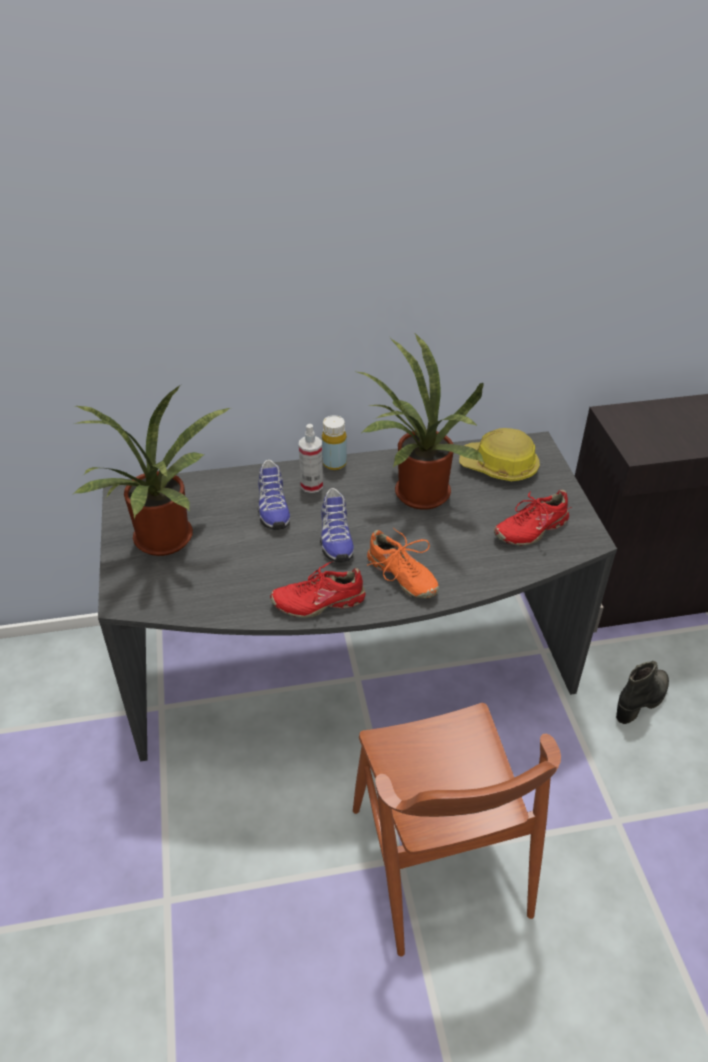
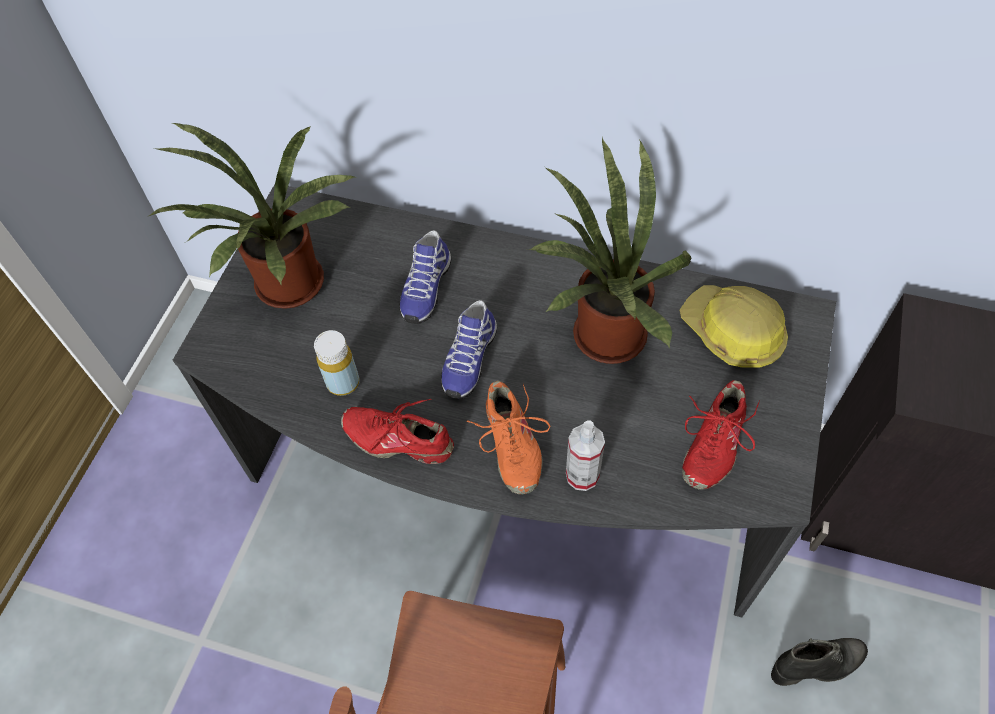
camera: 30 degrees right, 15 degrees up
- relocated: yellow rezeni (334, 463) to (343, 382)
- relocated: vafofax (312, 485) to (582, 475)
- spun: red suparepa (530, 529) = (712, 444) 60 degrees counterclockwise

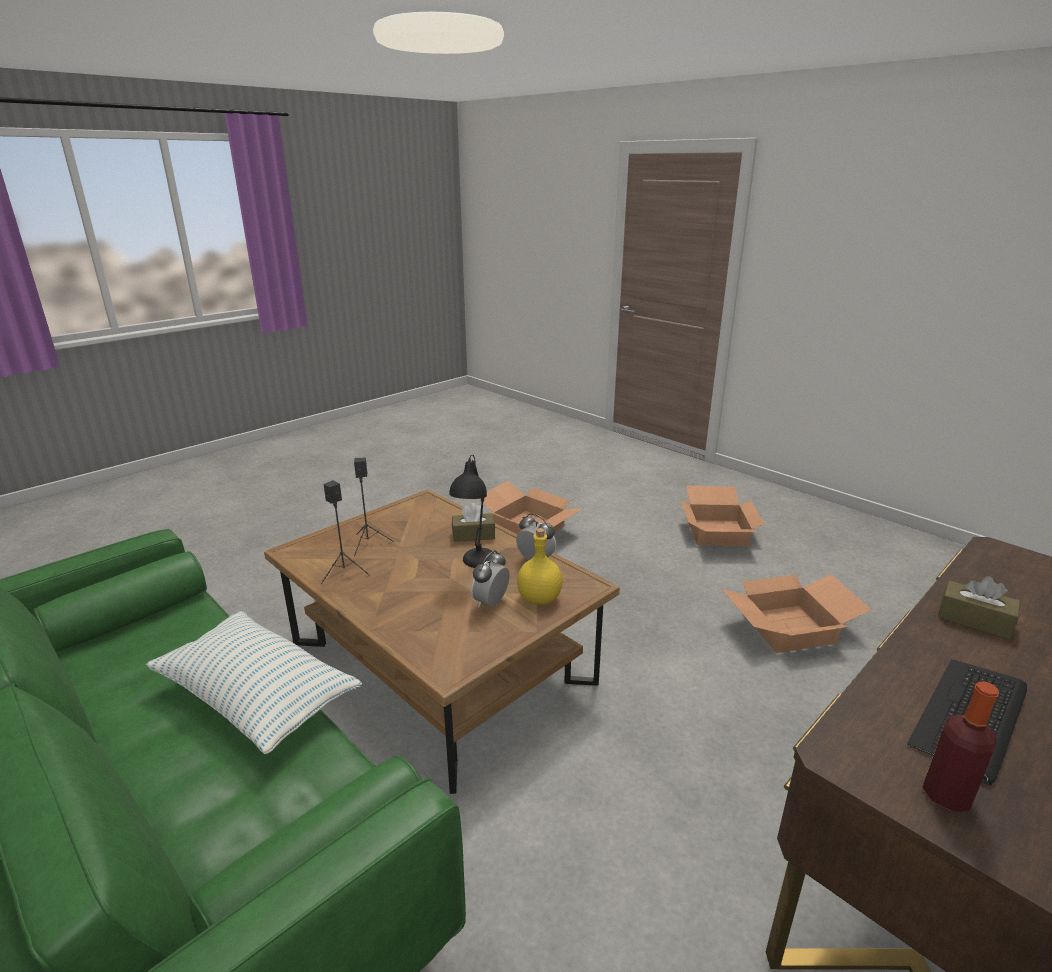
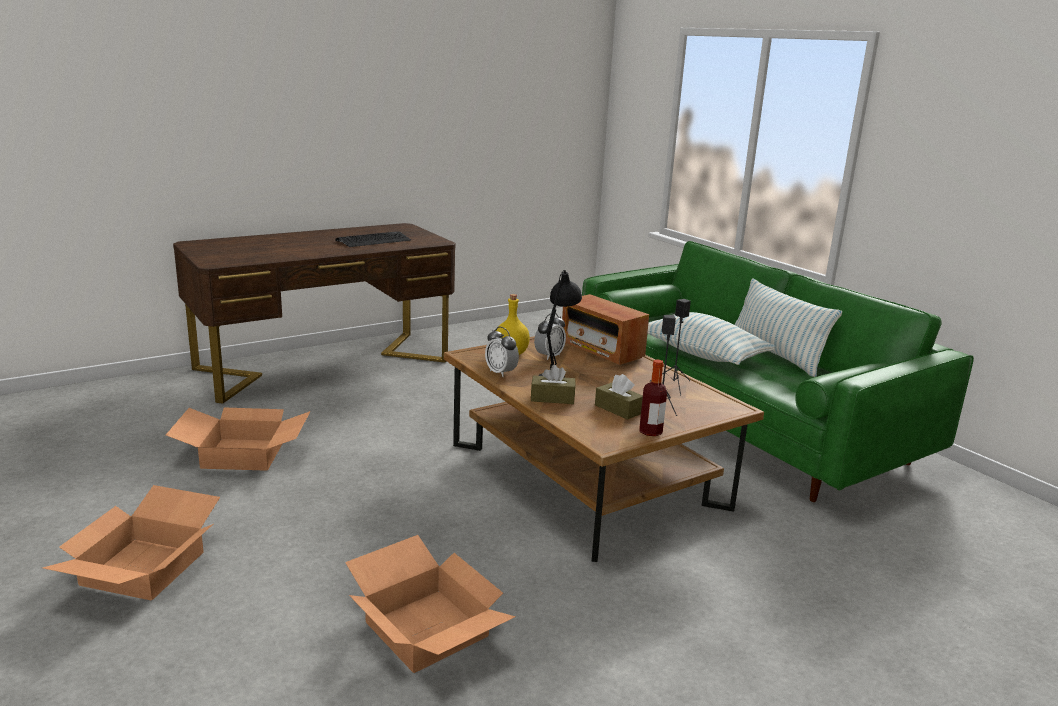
camera: 170 degrees left, 5 degrees down
- relocated: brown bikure (974, 620) to (618, 409)
- relocated: rezeni (946, 796) to (650, 432)
- appeared: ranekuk (775, 355)
- appeared: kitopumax (601, 350)

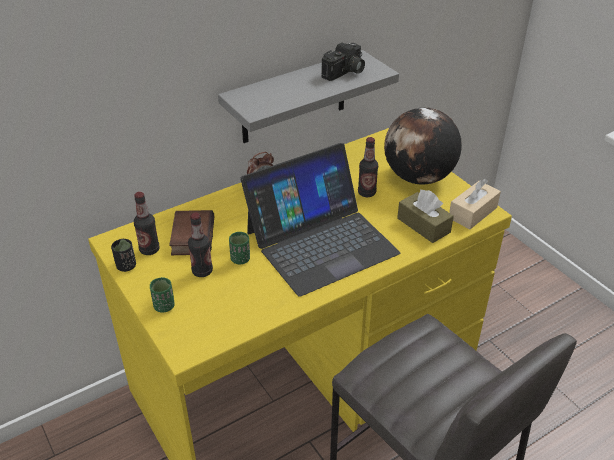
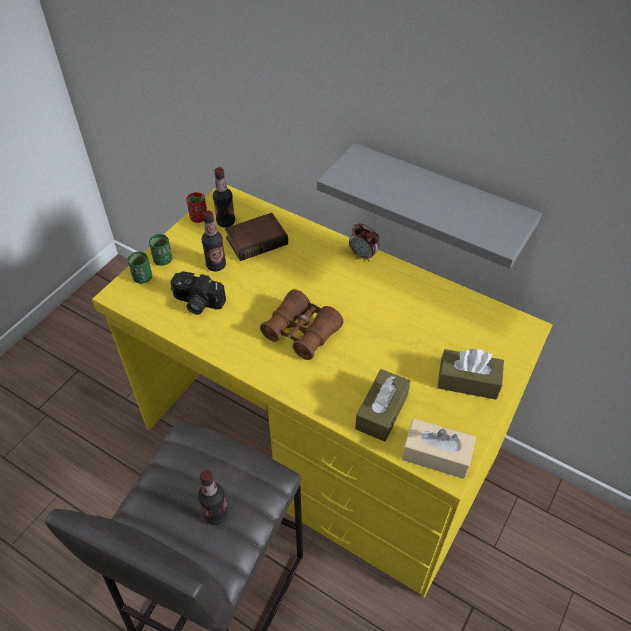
camera: 65 degrees right, 10 degrees up
- relocated: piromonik (345, 72) to (197, 303)
- exchanged: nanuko (418, 178) to brown bikure (468, 381)
- relocated: rezeni (366, 193) to (216, 514)
- exchanged: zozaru (321, 242) to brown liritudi (301, 332)
- relocated: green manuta (240, 259) to (143, 278)
- colour: black manuta (126, 266) to red manuta (199, 218)

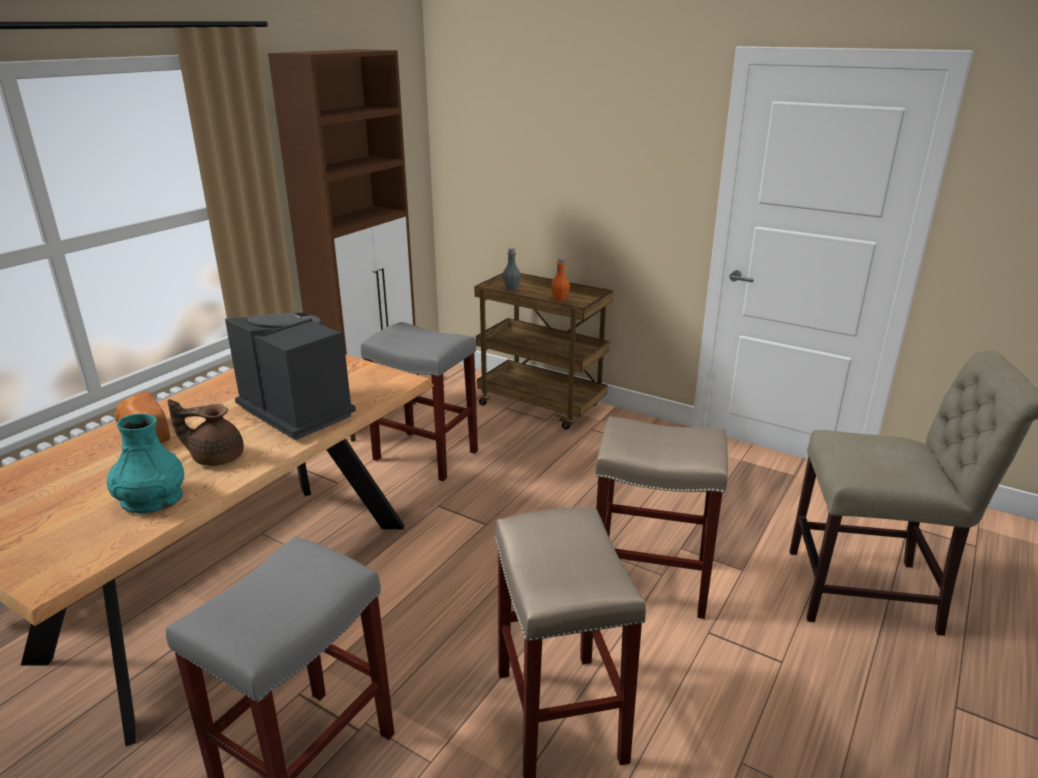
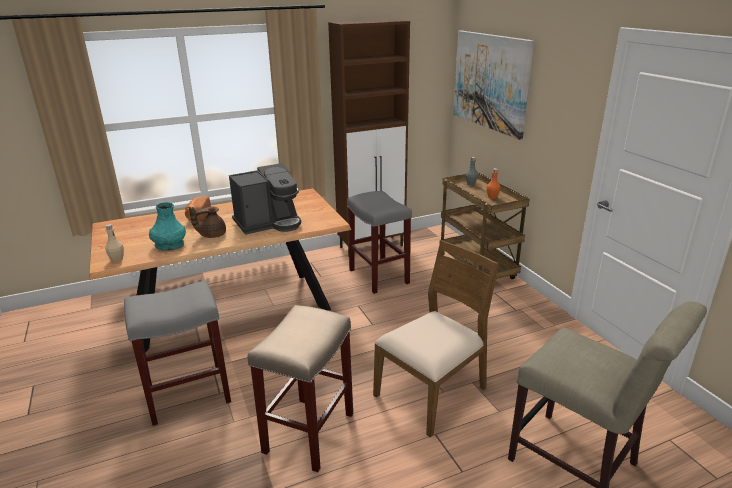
camera: 35 degrees right, 0 degrees up
- spun: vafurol (298, 410) = (269, 223) 75 degrees clockwise
- spun: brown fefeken (216, 457) = (211, 235) 60 degrees counterclockwise
- exchanged: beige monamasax (651, 581) to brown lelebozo (432, 392)
- appeared: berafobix (490, 81)
- appeared: beige rezeni (117, 259)

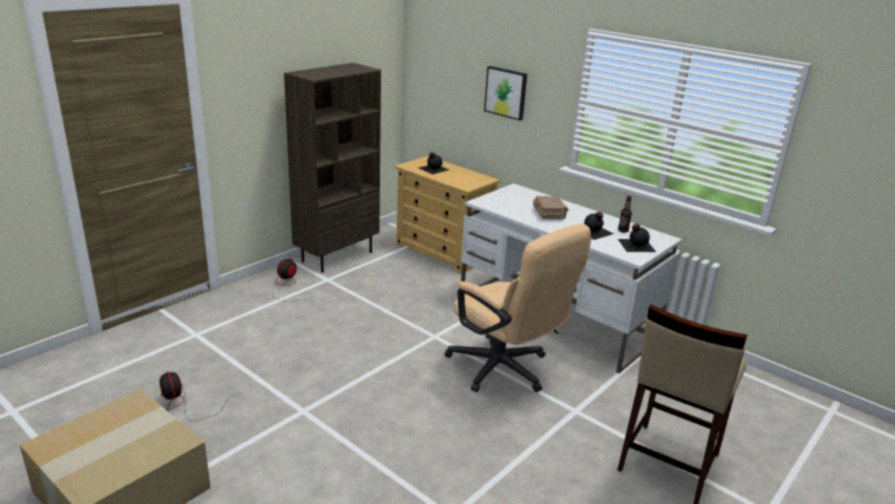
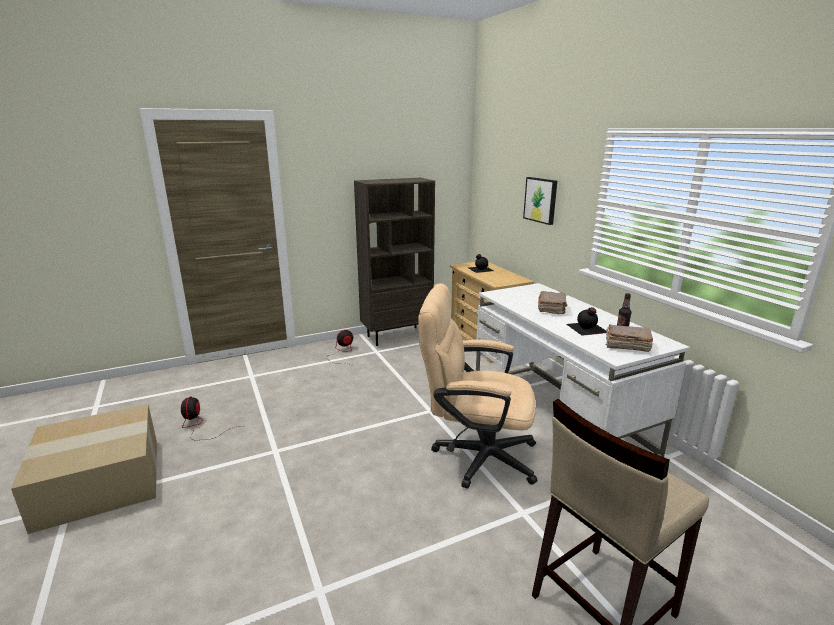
camera: 25 degrees right, 5 degrees down
- spun: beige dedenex (506, 371) = (475, 455) 120 degrees clockwise
- exchanged: black rezeni (635, 245) to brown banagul (626, 345)

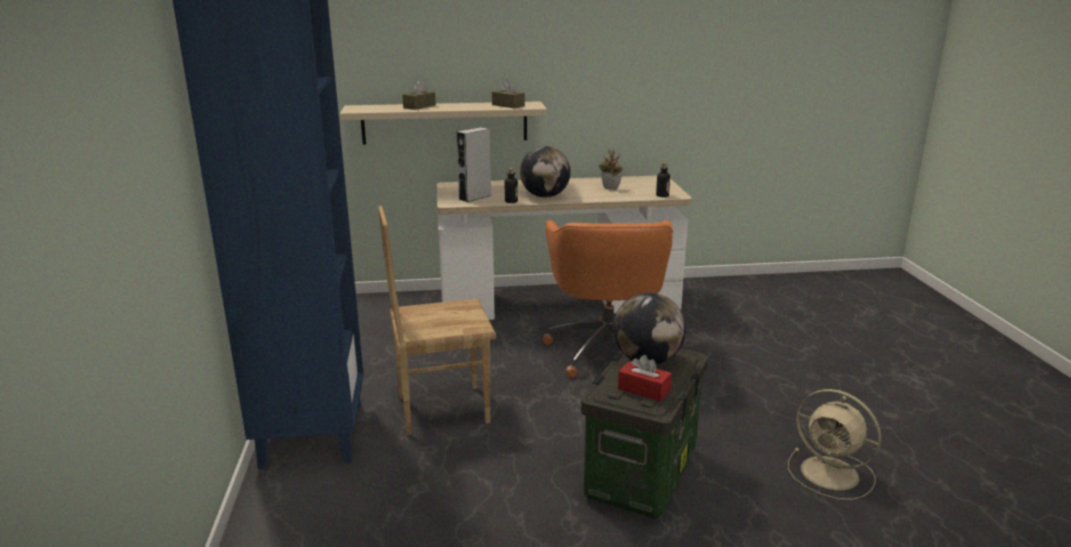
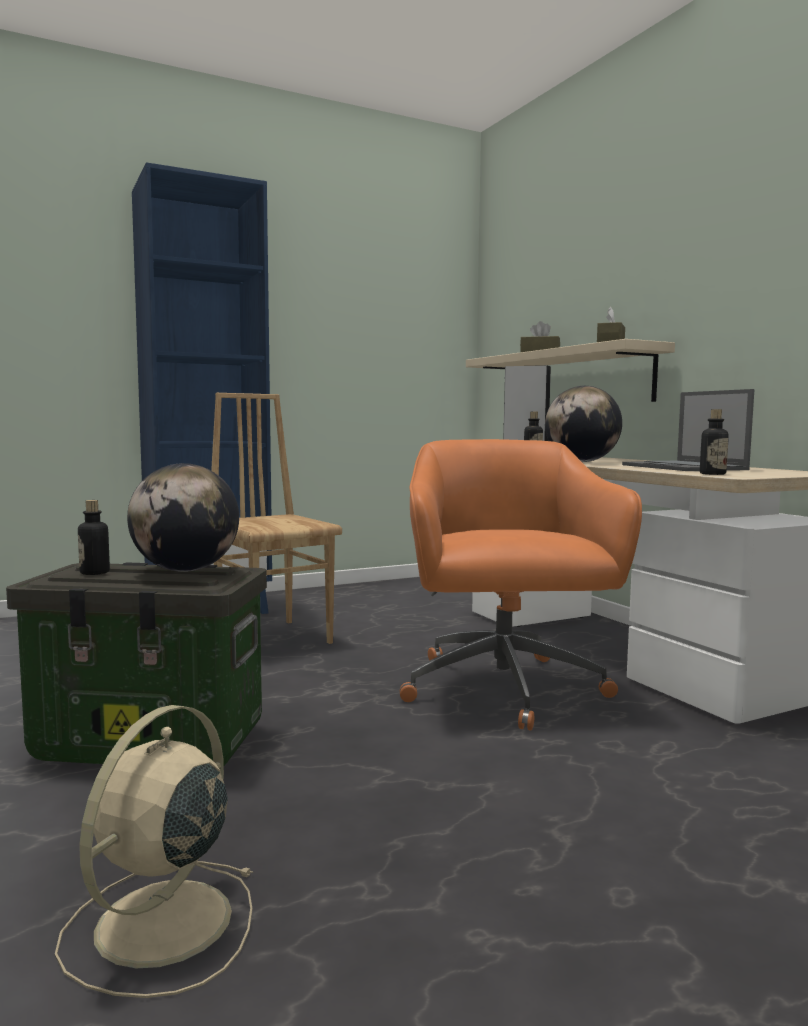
camera: 70 degrees right, 15 degrees down
- exchanged: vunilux (609, 189) to zozaru (684, 467)
- spun: orange dedenex (607, 349) = (504, 690) 105 degrees clockwise
- exchanged: red bikure (644, 389) to rezeni (94, 572)

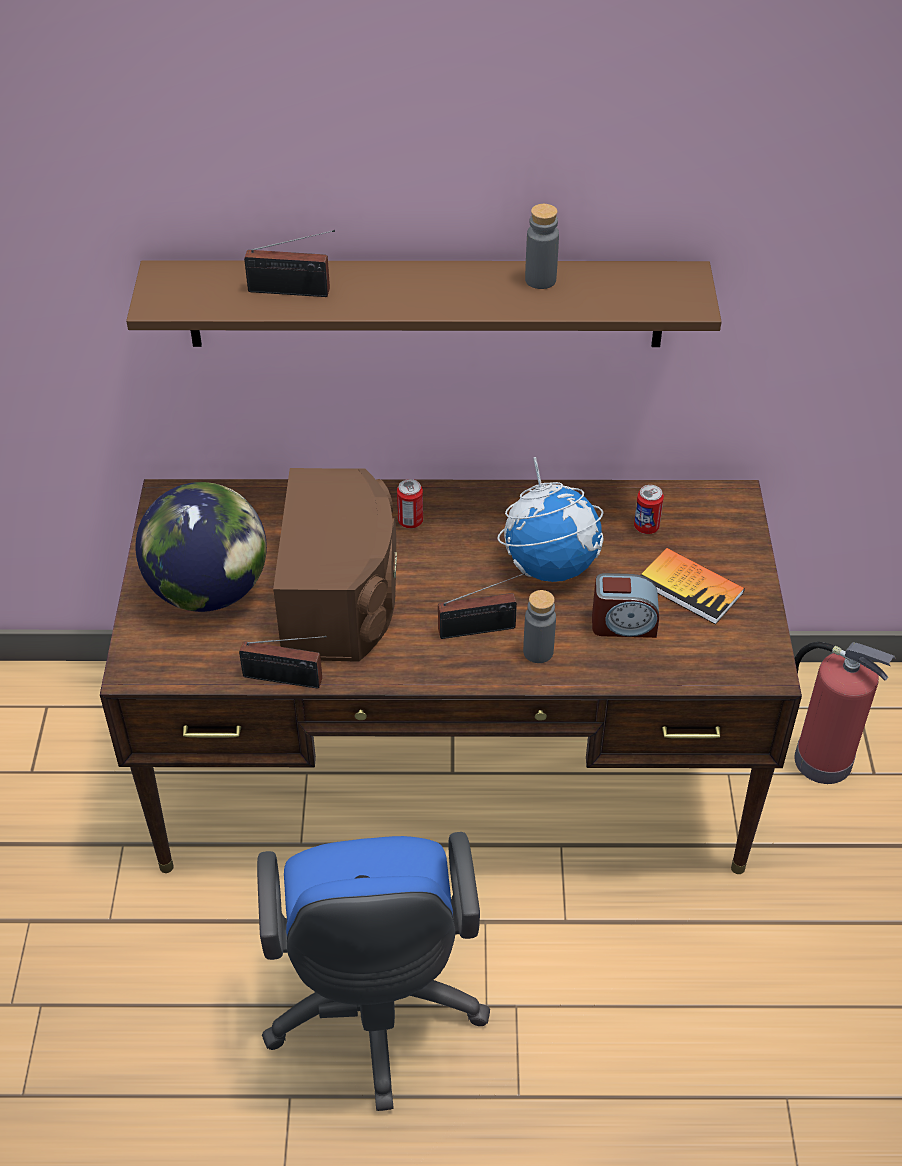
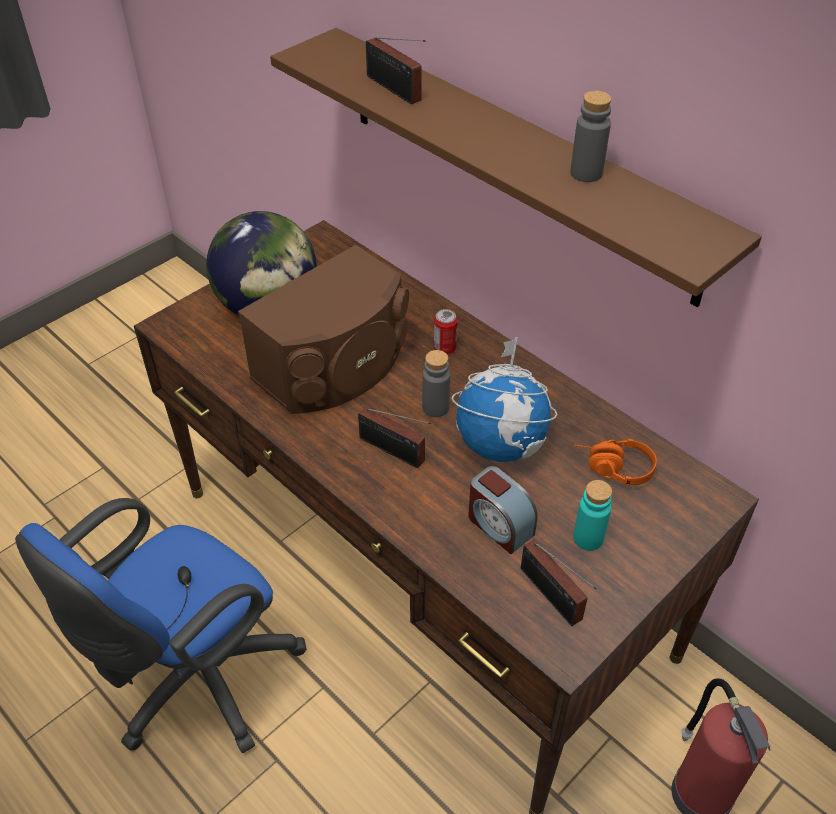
camera: 45 degrees right, 0 degrees up
- exchanged: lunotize (646, 527) to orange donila (612, 468)
- exchanged: banagul (690, 587) to turquoise rezeni (588, 538)
- relocated: grey rezeni (538, 652) to (435, 407)
- relocated: kitopumax (287, 679) to (553, 598)

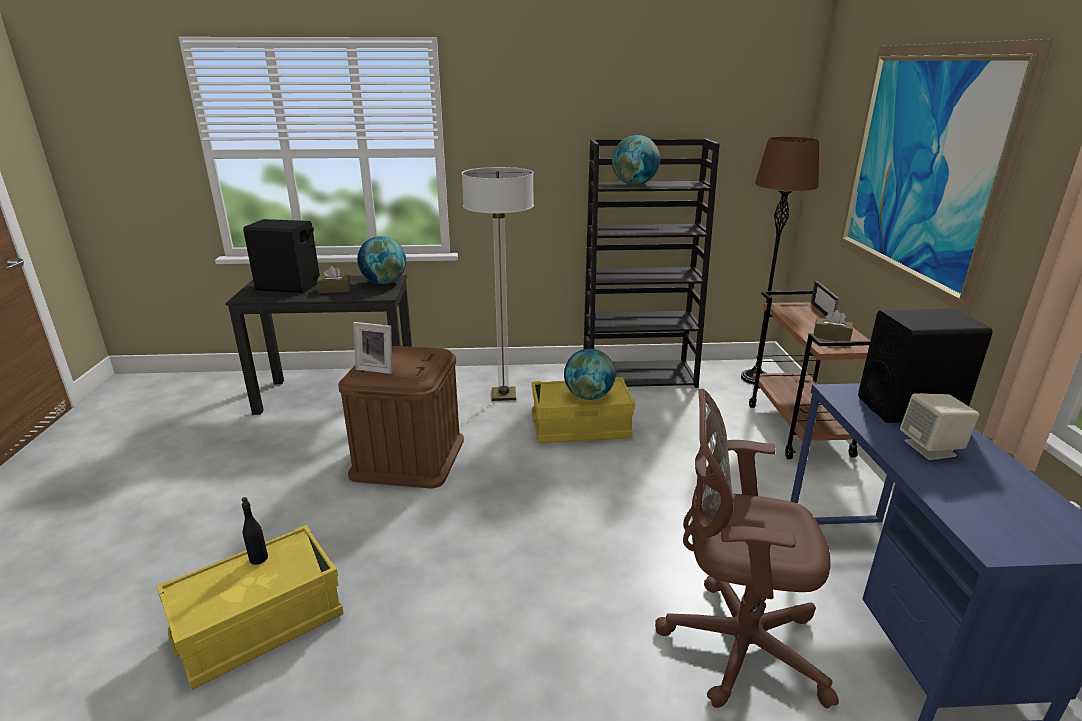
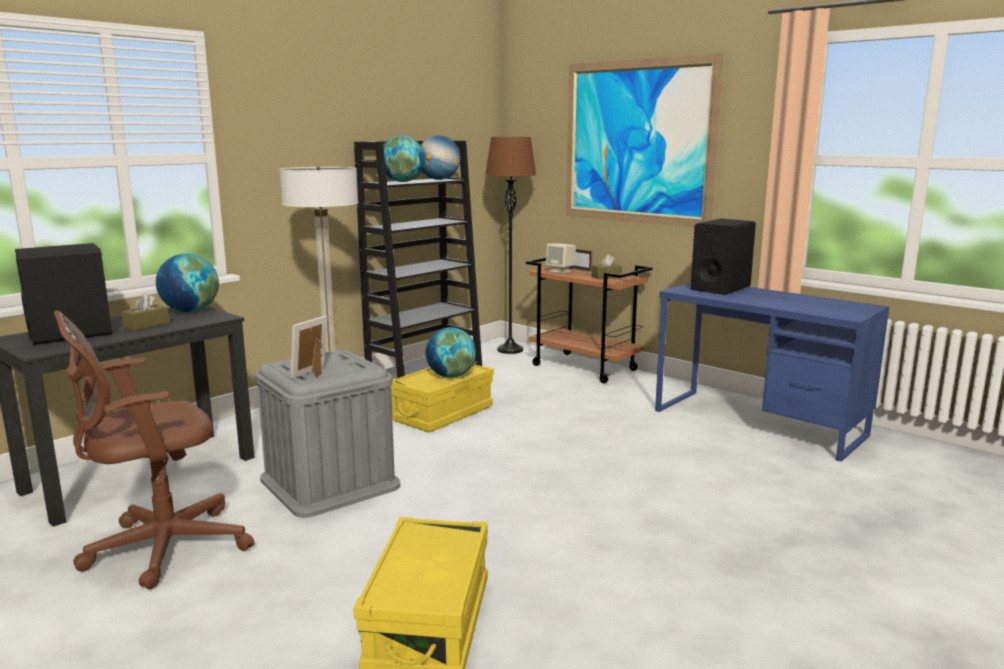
camera: 45 degrees left, 10 degrees down
- spun: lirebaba (377, 368) = (314, 373) 150 degrees clockwise
- colour: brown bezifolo (408, 457) to grey bezifolo (330, 482)
- relocated: brown dedenex (735, 644) to (159, 548)
- relocated: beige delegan (931, 448) to (561, 271)
- missing: black rezeni (259, 558)
- appeared: nanuko (439, 179)

